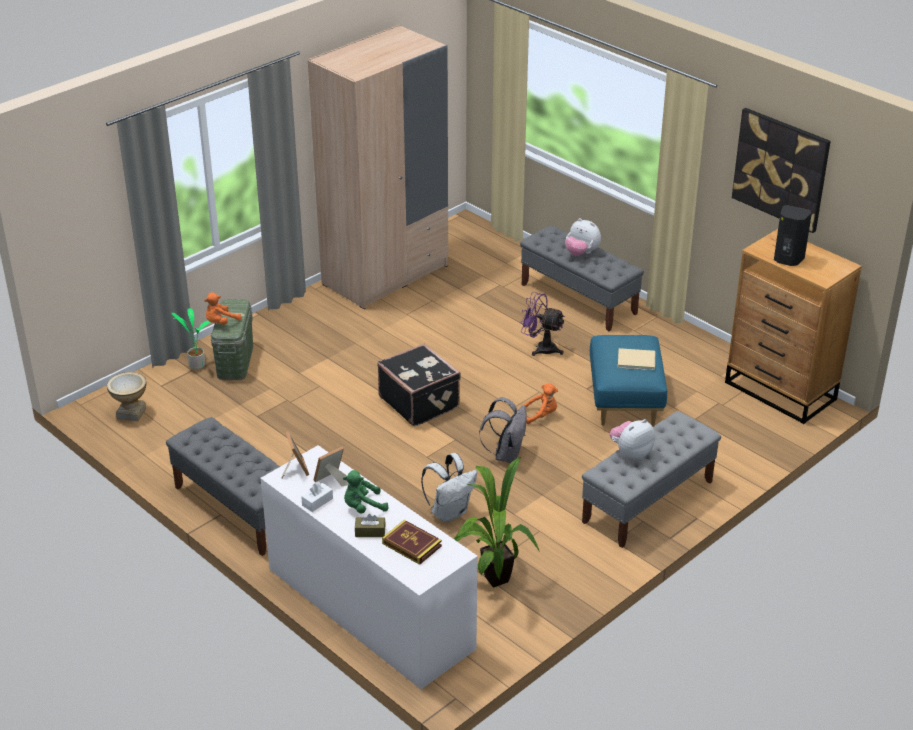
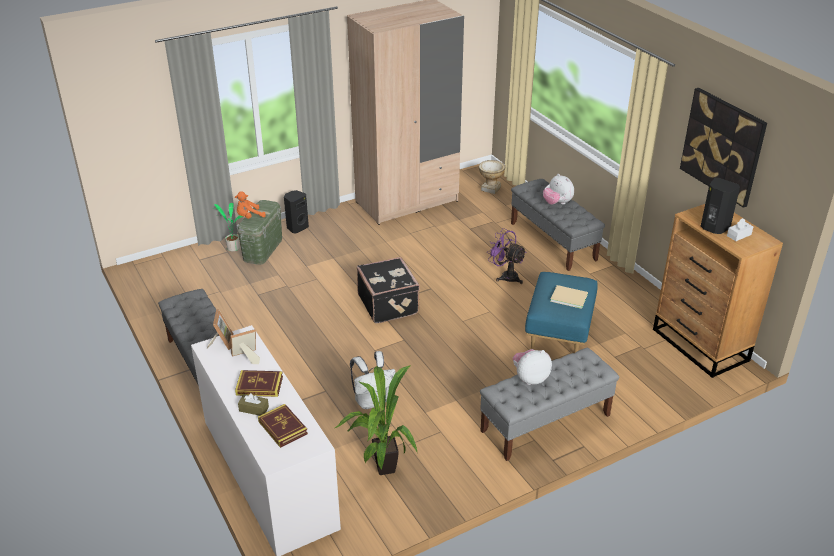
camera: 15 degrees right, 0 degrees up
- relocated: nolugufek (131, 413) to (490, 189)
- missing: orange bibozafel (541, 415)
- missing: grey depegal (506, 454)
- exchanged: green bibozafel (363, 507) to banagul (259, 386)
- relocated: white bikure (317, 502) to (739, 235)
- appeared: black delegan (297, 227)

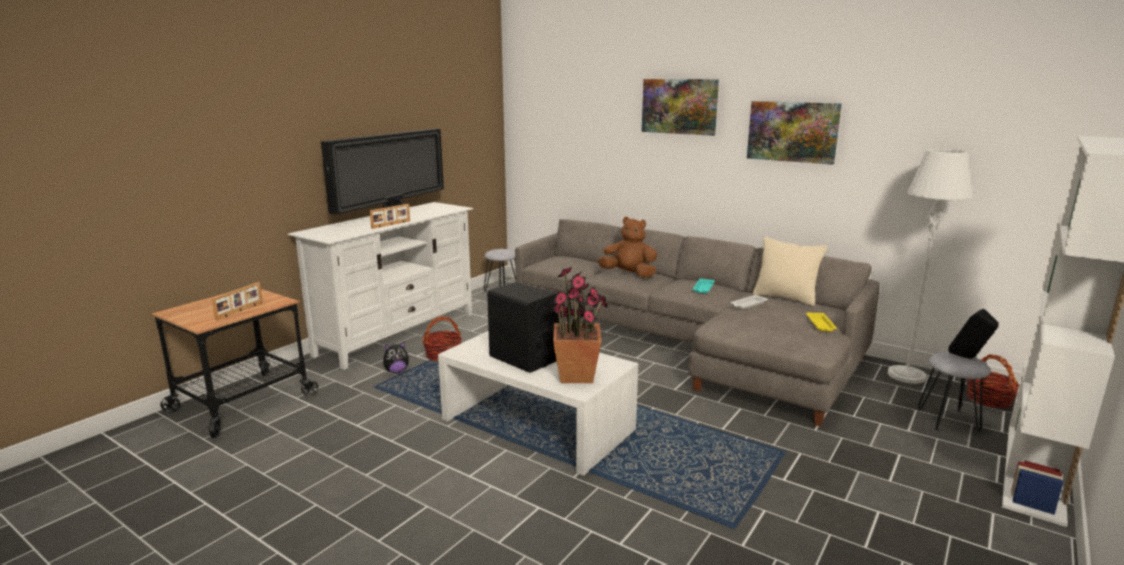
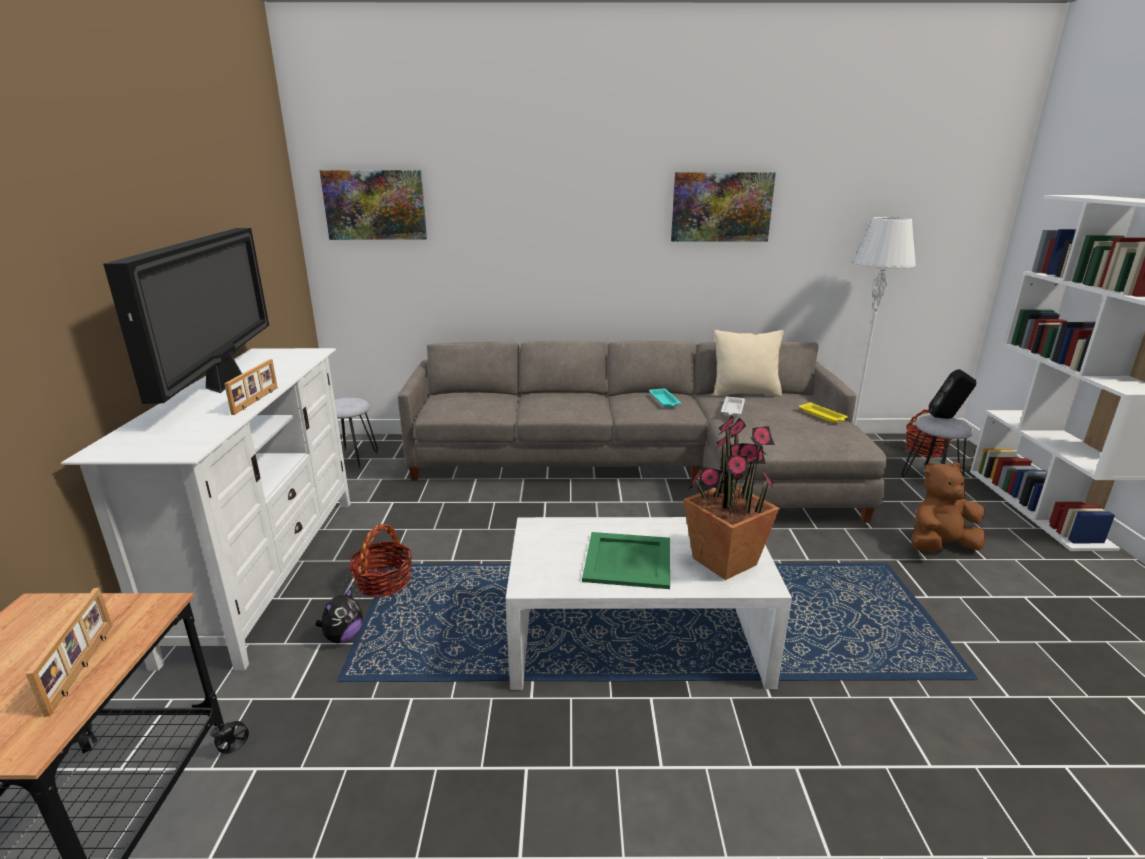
camera: 35 degrees left, 5 degrees up
- relocated: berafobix (679, 106) to (375, 205)
- relocated: brown bibozafel (629, 274) to (939, 546)
- exchanged: black delegan (523, 358) to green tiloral (627, 560)

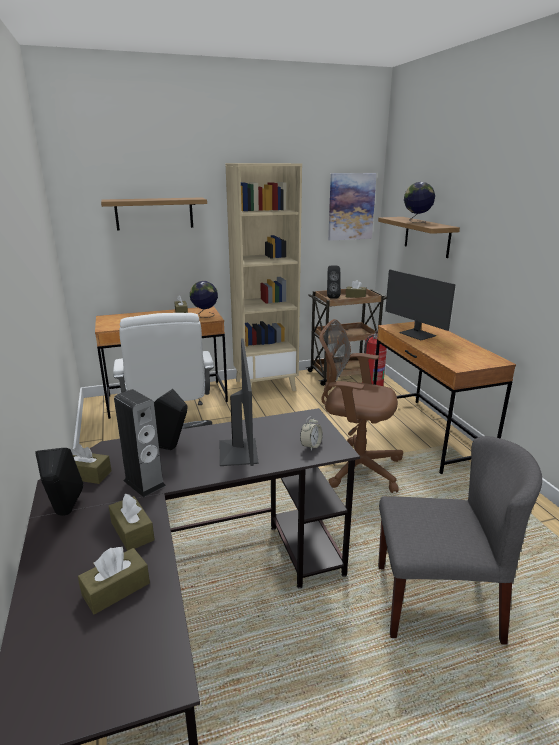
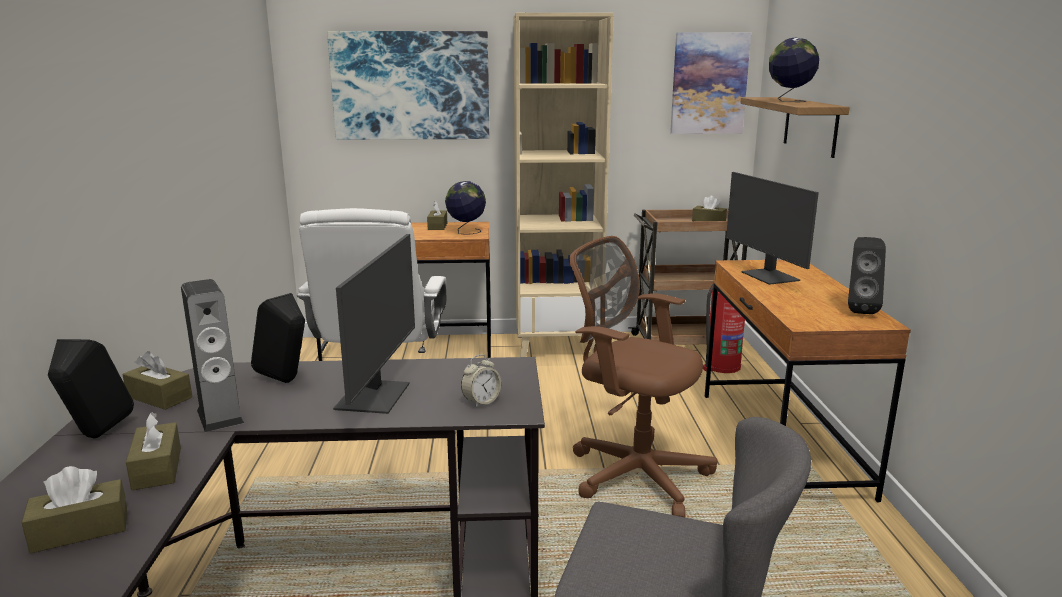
camera: 15 degrees right, 5 degrees down
- exchanged: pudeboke (154, 213) to berafobix (411, 86)
- relocated: black delegan (332, 297) to (859, 310)

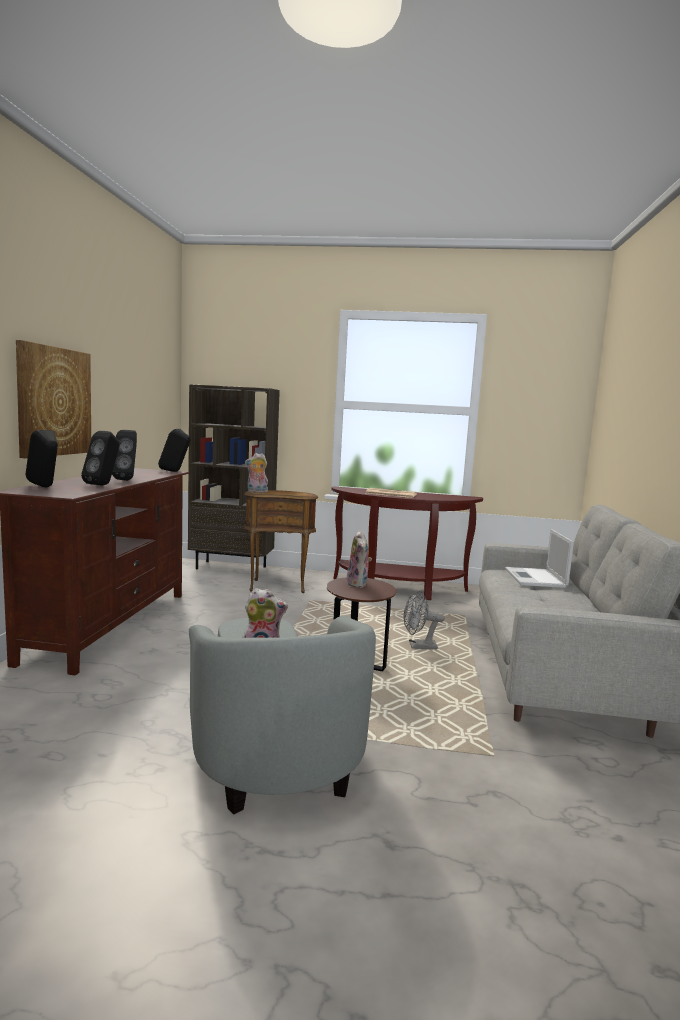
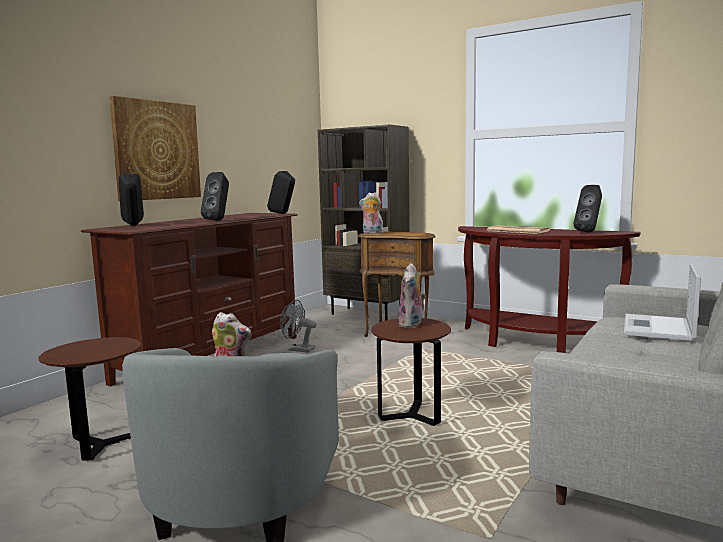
camera: 25 degrees right, 0 degrees up
- relocated: black delegan (103, 485) to (589, 232)
- relocated: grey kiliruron (418, 646) to (298, 349)
- appeared: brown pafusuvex (101, 445)

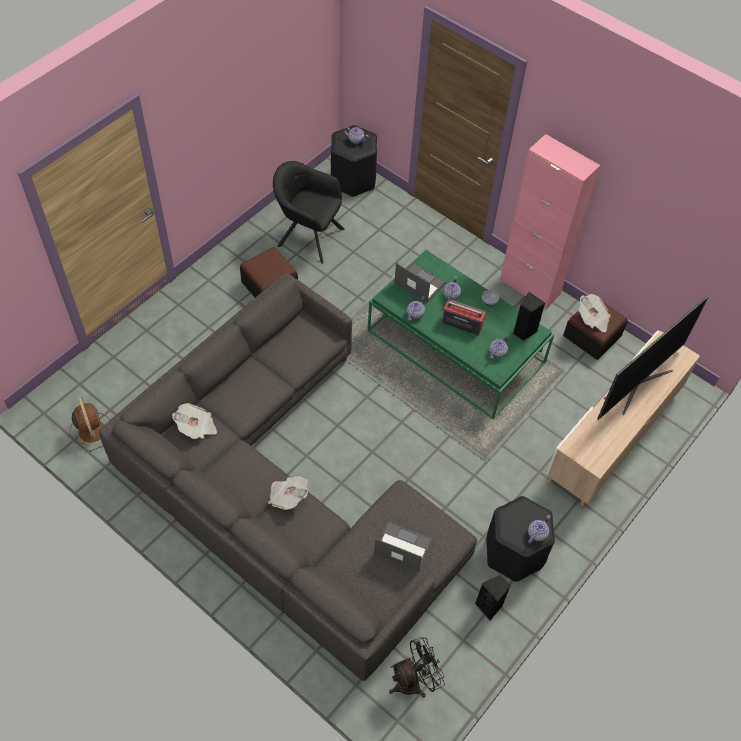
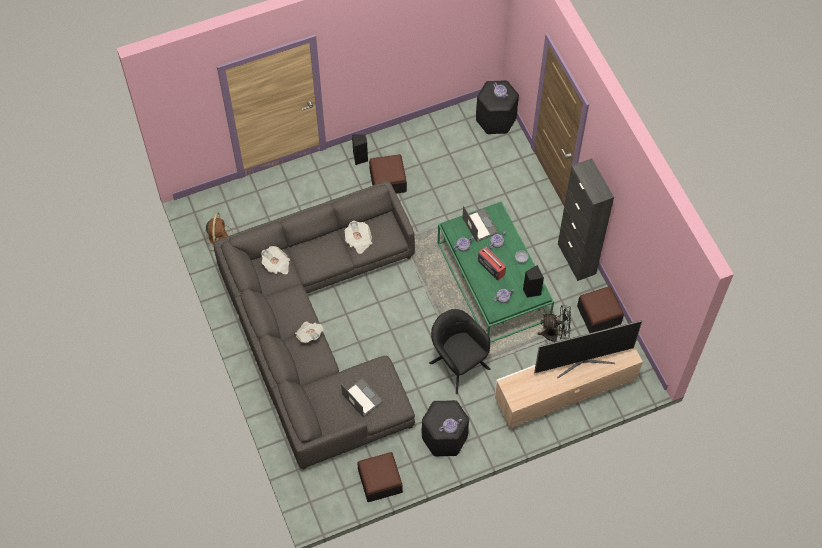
camera: 30 degrees right, 5 degrees up
- colour: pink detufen (529, 287) to black detufen (576, 259)
- relocated: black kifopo (308, 236) to (458, 364)
- relocated: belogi (592, 319) to (358, 241)
- relocated: black delegan (490, 606) to (360, 158)
- relocated: black kiliruron (414, 681) to (555, 335)
- appeared: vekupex (380, 481)

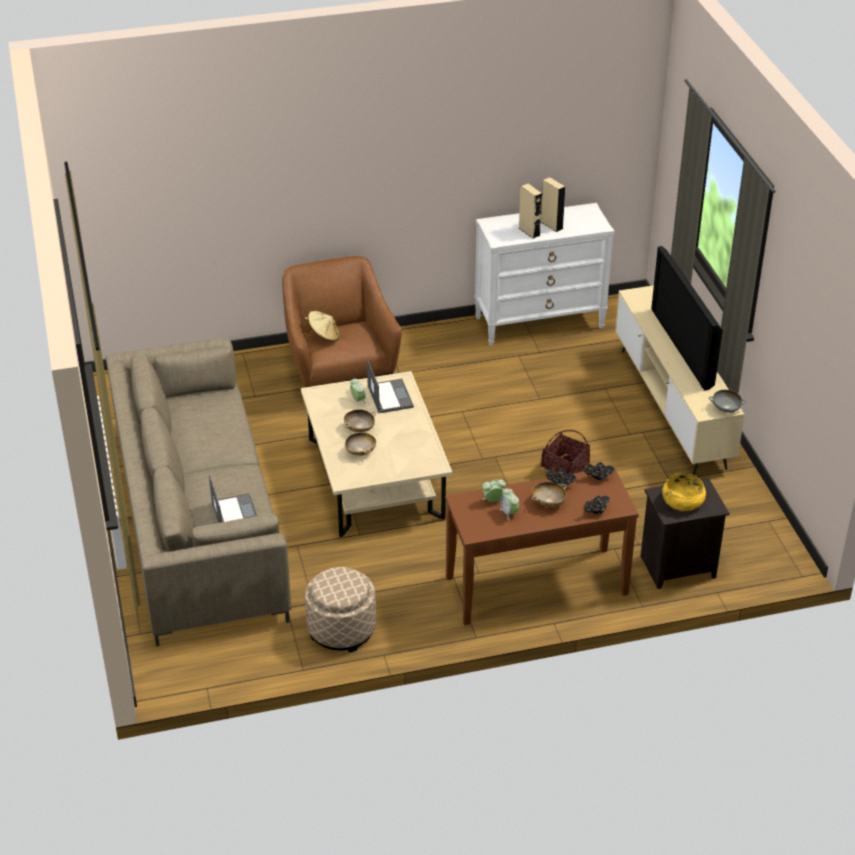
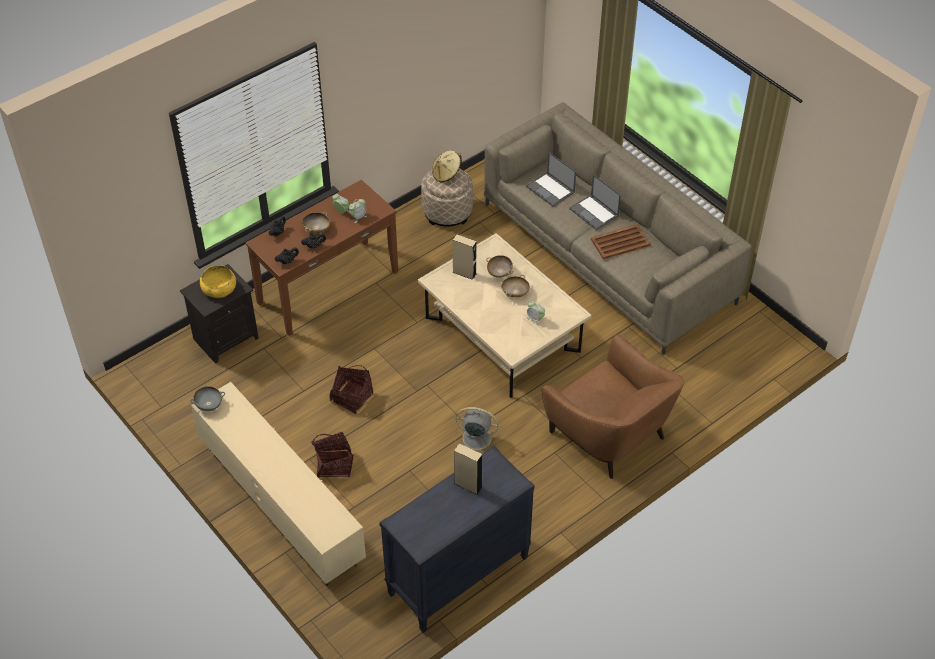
camera: 155 degrees right, 10 degrees up
- relocated: beige delegan (551, 225) to (464, 273)
- colour: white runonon (540, 322) to black runonon (458, 576)
- missing: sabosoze (685, 347)
- relocated: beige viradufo (324, 336) to (446, 174)
- relocated: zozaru (389, 396) to (594, 212)
- appeared: brown tiloral (619, 242)
- appeared: grey kiliruron (475, 438)
- appeared: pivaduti (334, 465)

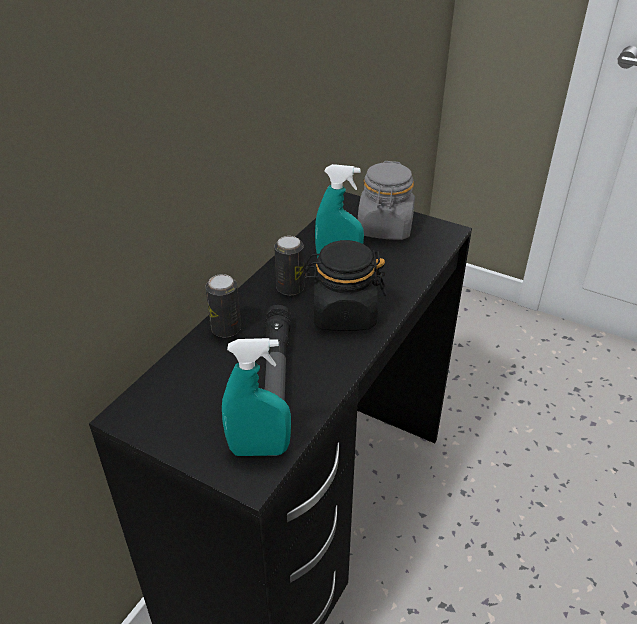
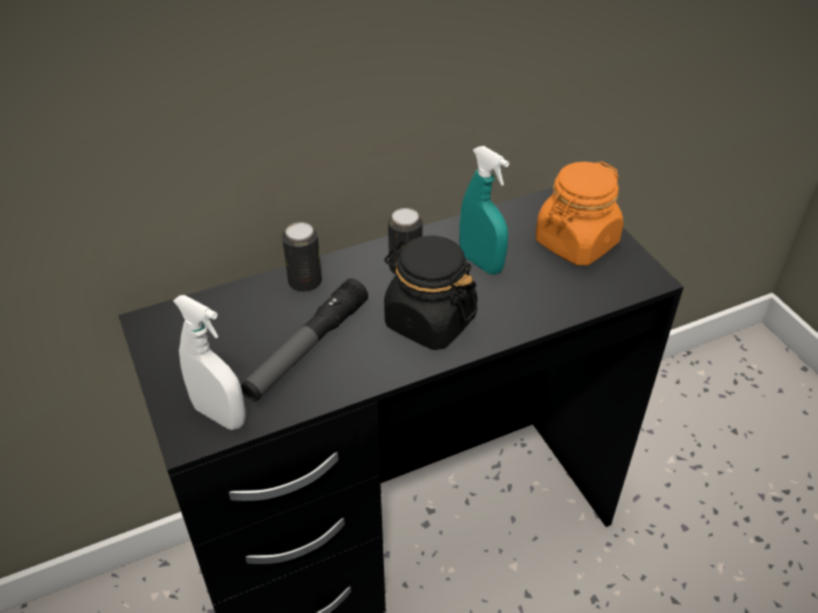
camera: 35 degrees right, 5 degrees up
- colour: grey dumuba (385, 228) to orange dumuba (576, 243)
- colour: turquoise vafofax (259, 450) to white vafofax (220, 415)

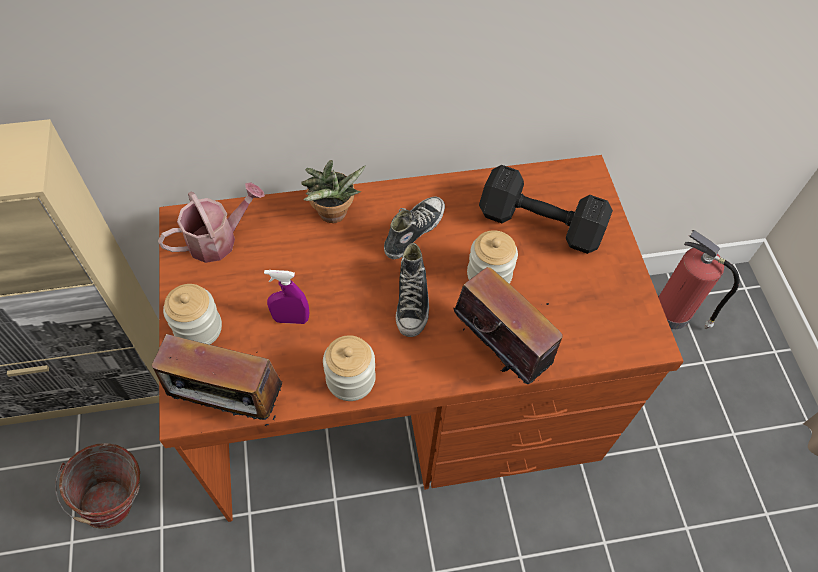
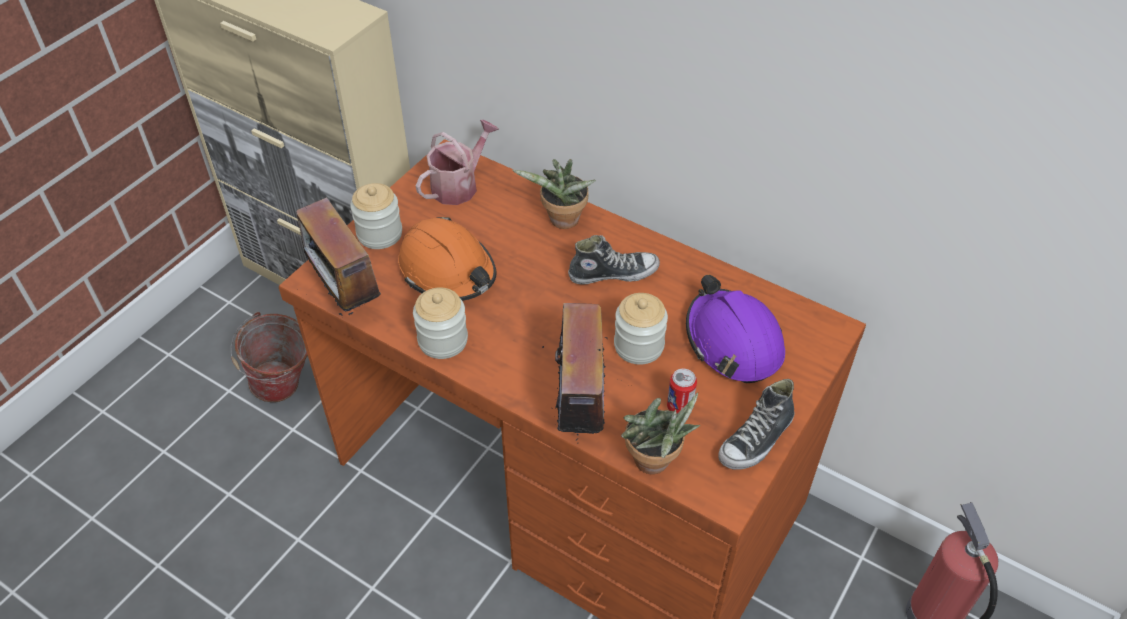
camera: 45 degrees right, 10 degrees down
- exchanged: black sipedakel (542, 226) to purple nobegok (733, 342)
- spun: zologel (218, 239) = (459, 185) 60 degrees counterclockwise
- relocated: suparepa (412, 301) to (756, 440)
- exchanged: purple vafofax (291, 319) to orange nobegok (448, 271)
- appeared: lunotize (679, 407)
- appeared: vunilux (654, 464)

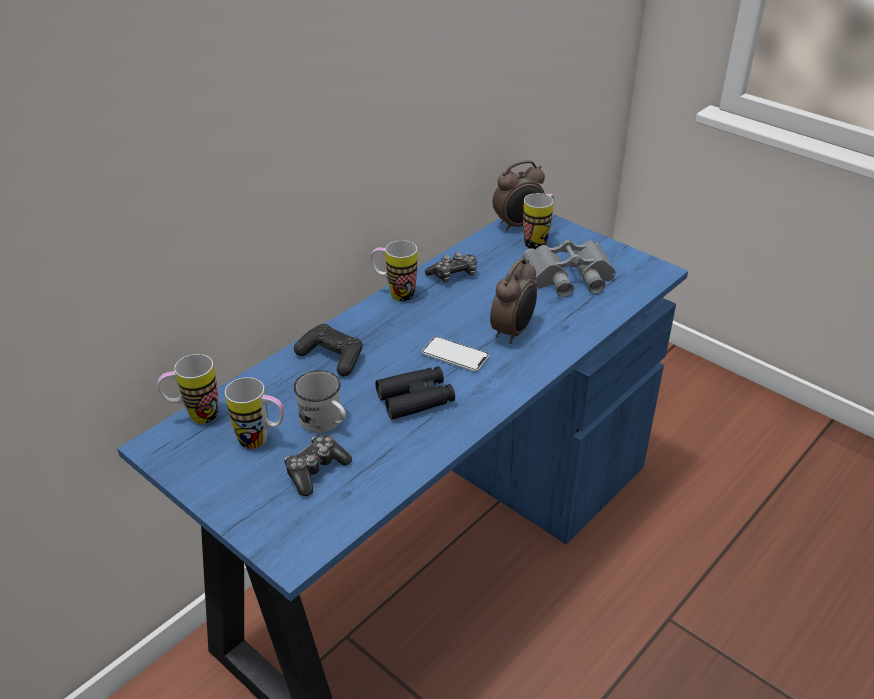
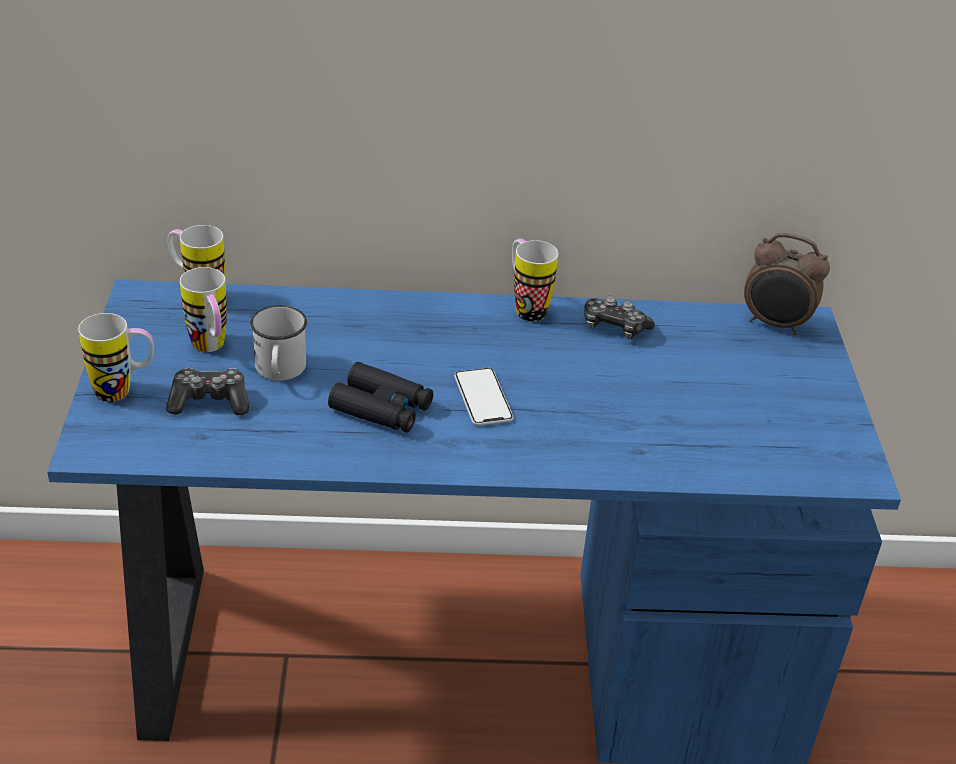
camera: 45 degrees right, 0 degrees up
- relocated: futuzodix (539, 241) to (124, 391)
- missing: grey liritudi (569, 277)
- missing: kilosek (513, 332)
- missing: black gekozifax (331, 357)

